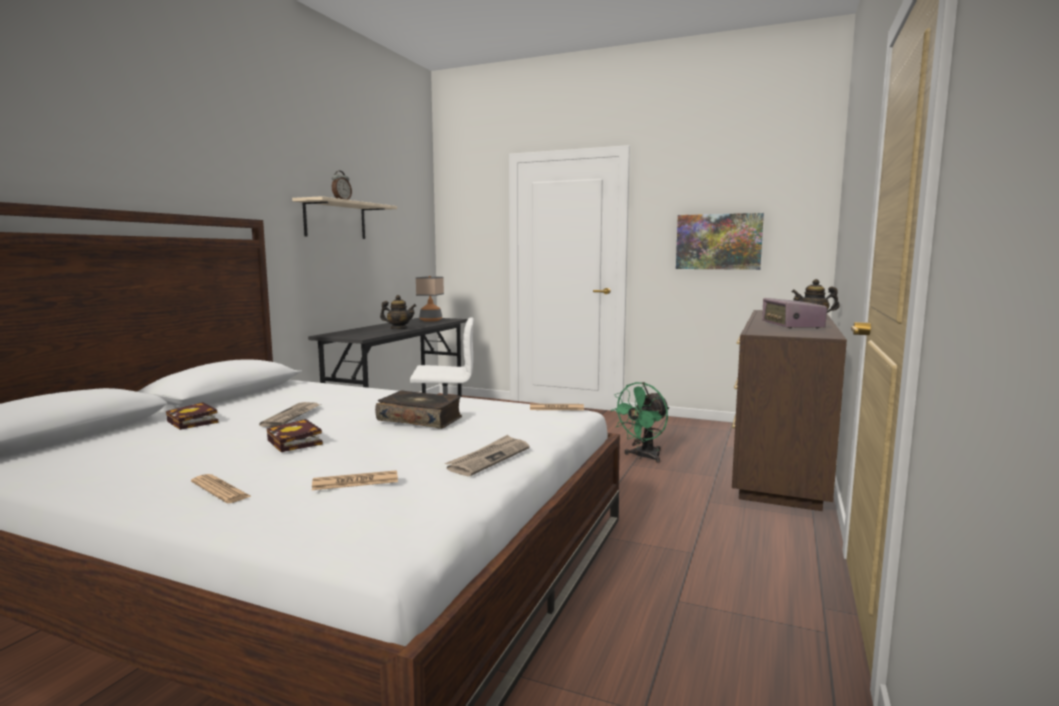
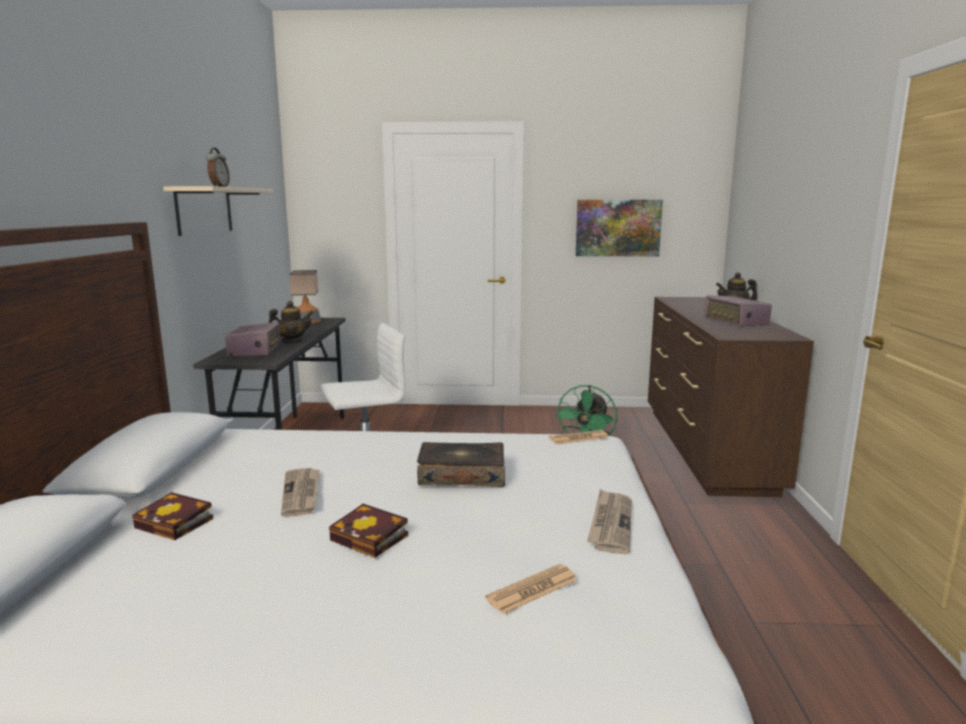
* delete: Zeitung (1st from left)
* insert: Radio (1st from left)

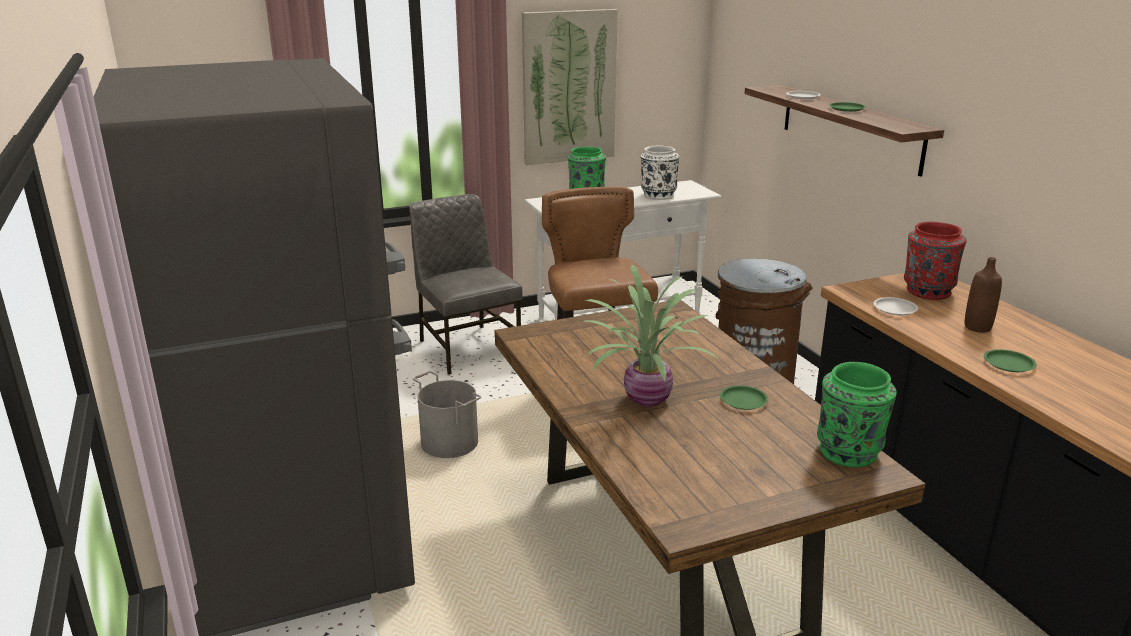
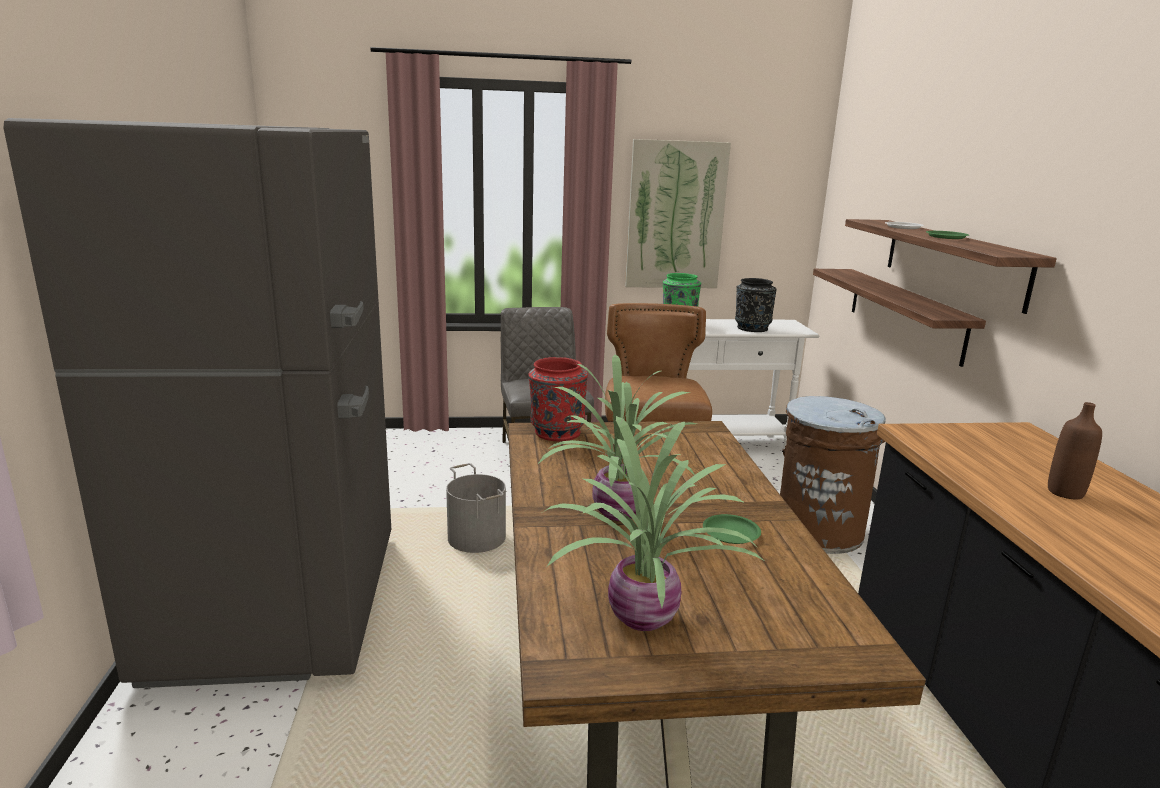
* delete: Vase (grün) (2nd from left)
* delete: Teller (weiß) (2nd from left)
* delete: Teller (grün) (3rd from left)
* insert: Topfpflanze (2nd from left)
* insert: Wandregal (1st from left)
* move: Vase (rot)
* recolor: Vase (weiß) to Vase (schwarz)

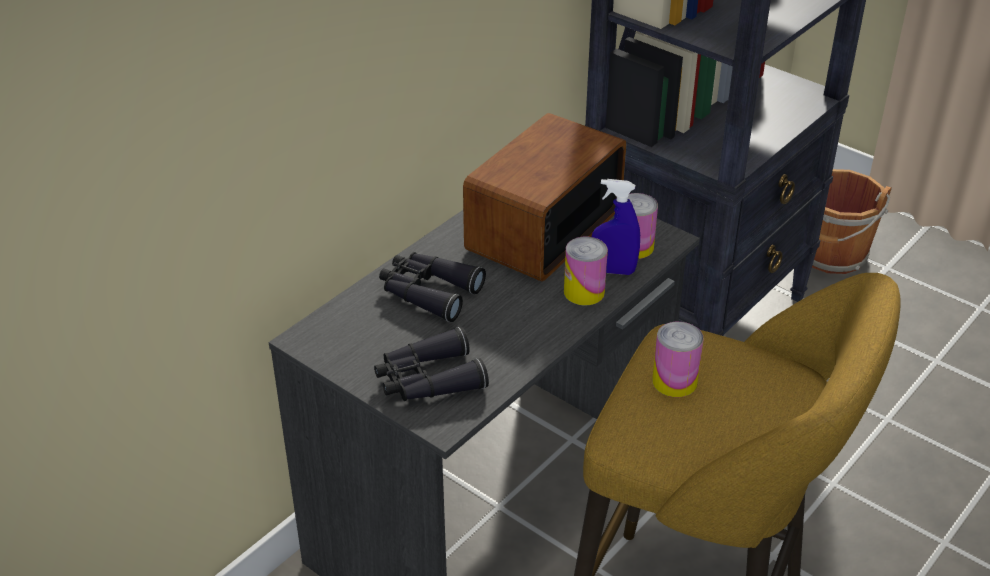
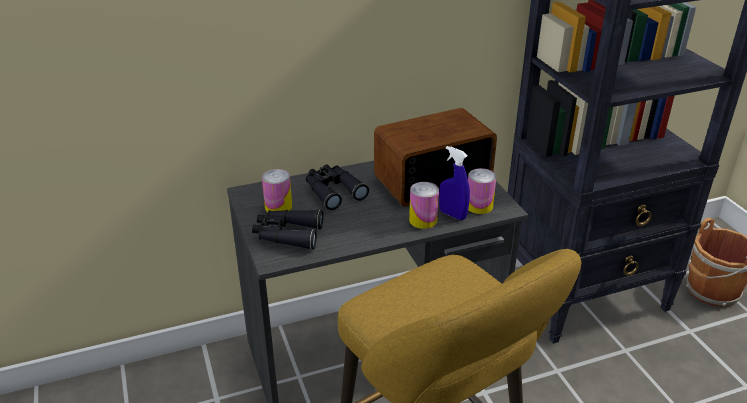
* move: Dose (3rd from left in the first image) to Dose (1st from left)

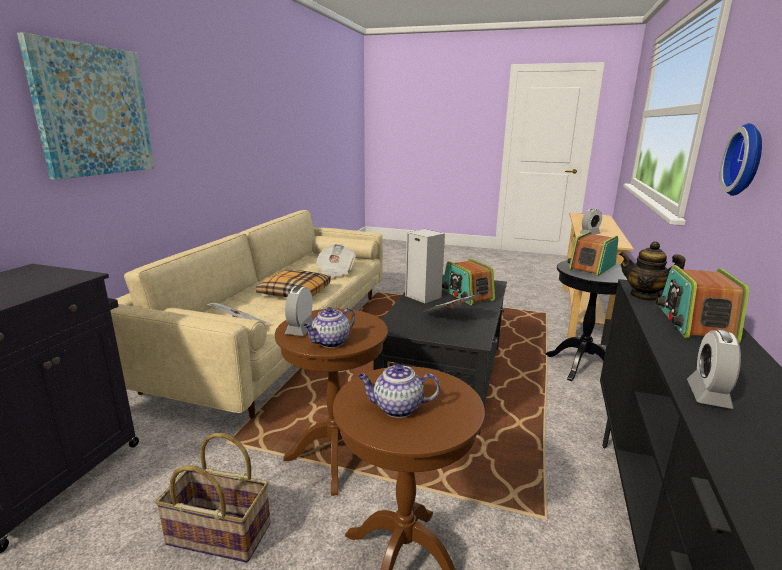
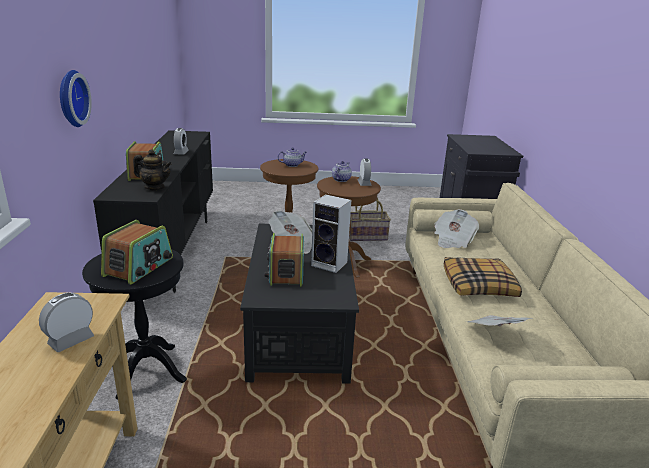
* delete: Bild
* rotate: Radio (1st from left in the first image) 135 degrees counterclockwise

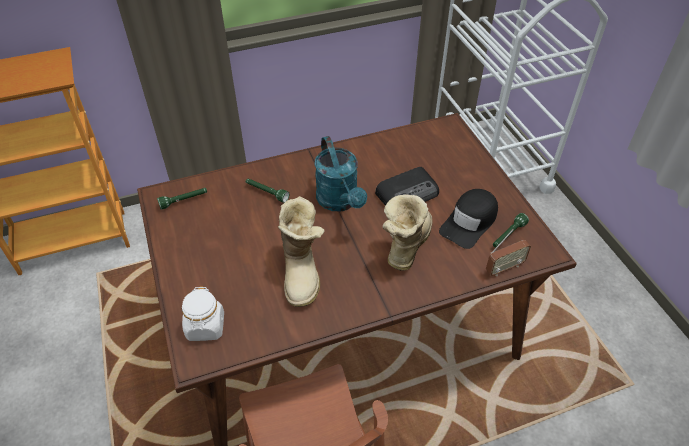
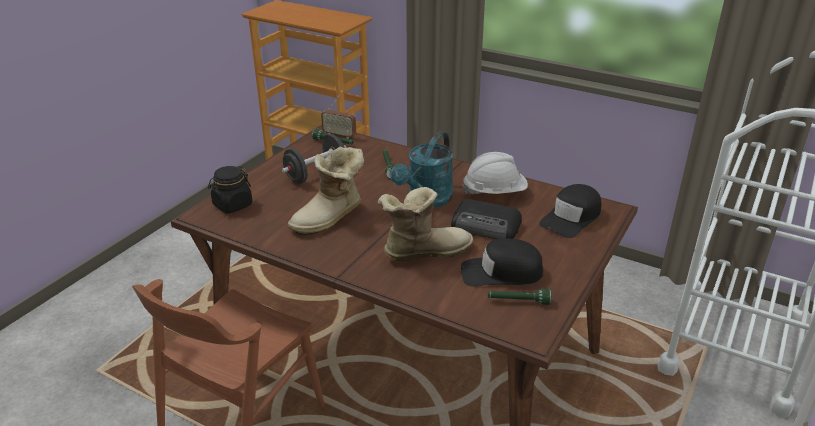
* insert: Hantel (schwarz)
* insert: Schutzhelm (weiß)
* insert: Kappe (schwarz) (2nd from left)
* move: Radio (2nd from left in the first image) to Radio (1st from left)
* recolor: Vorratsglas (weiß) to Vorratsglas (schwarz)

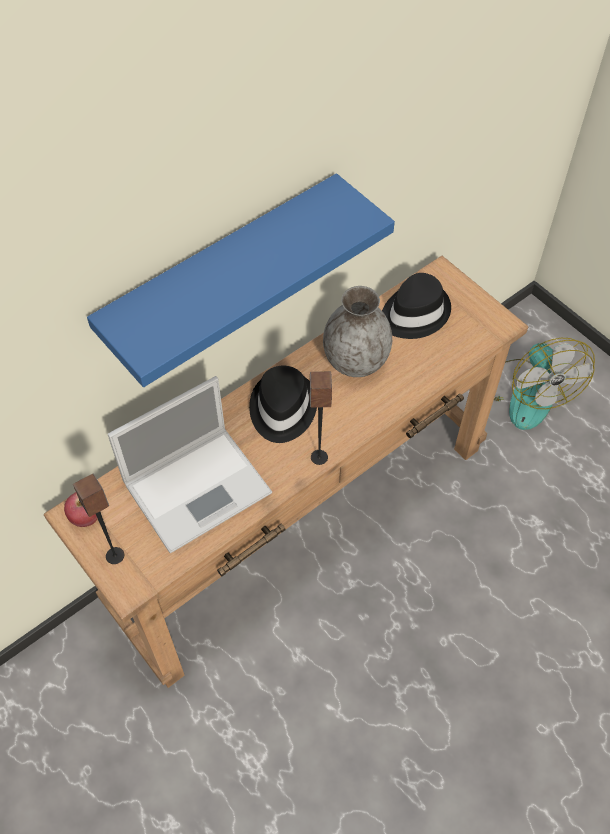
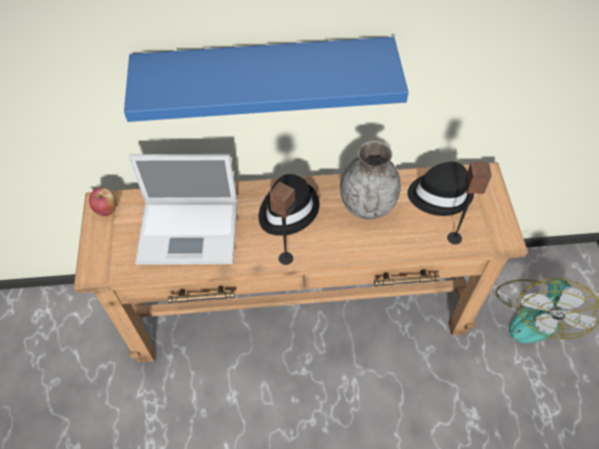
* move: Lautsprecher (1st from left in the first image) to Lautsprecher (2nd from left)

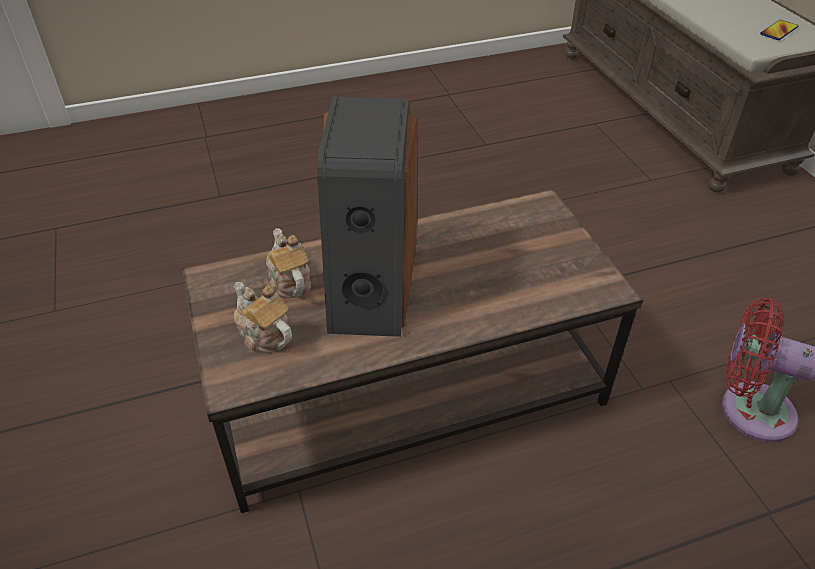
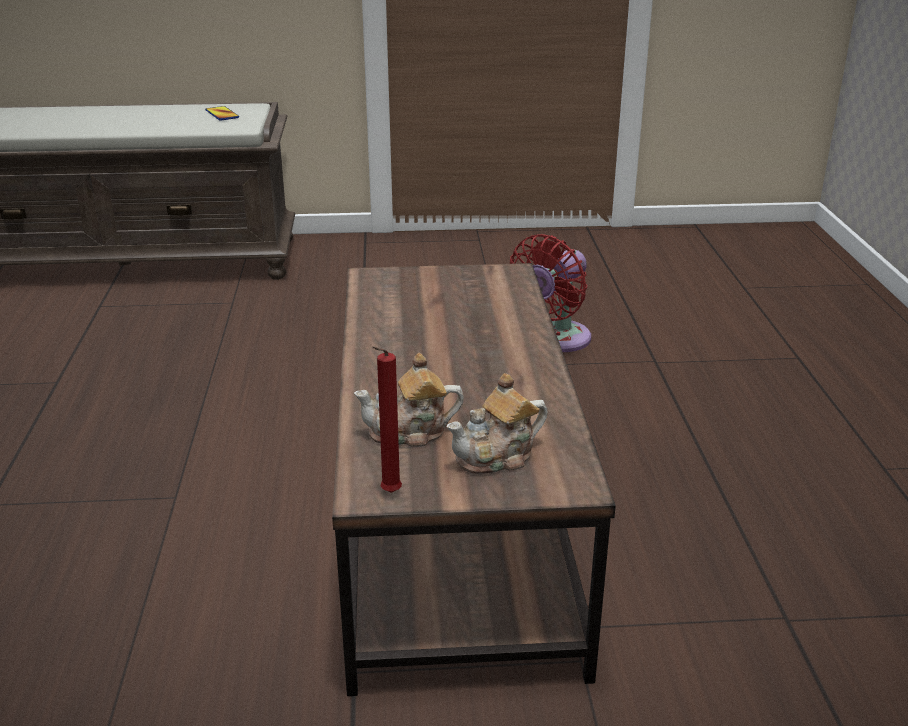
* delete: Lautsprecher
* insert: Kerze (rot)

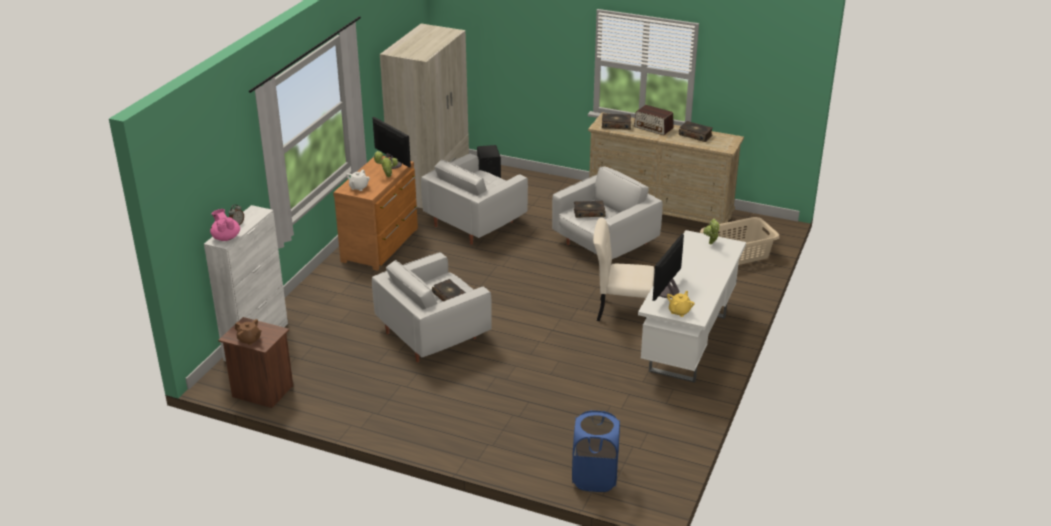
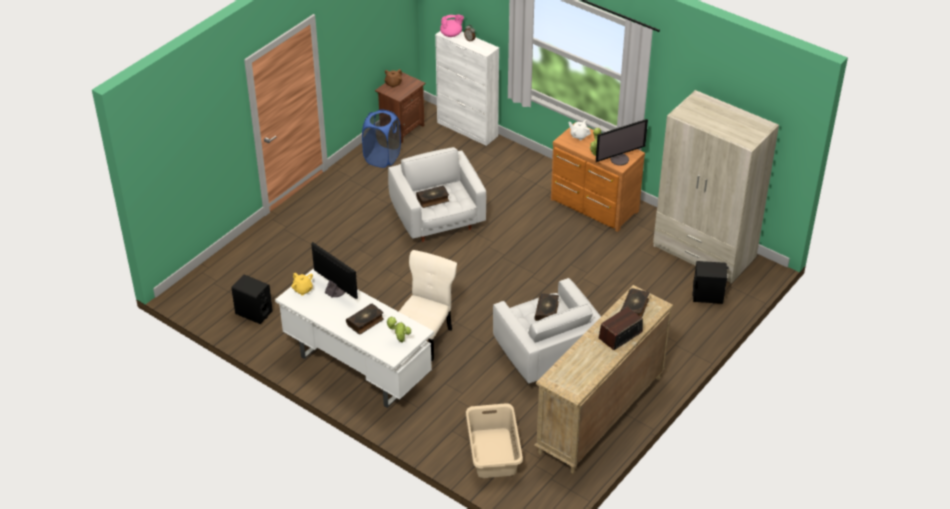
* delete: Sessel (weiß) (2nd from left)
* insert: Lautsprecher (schwarz) (1st from left)
* move: Wäschekorb (blau)
* move: Buch (4th from left in the first image) to Buch (1st from left)

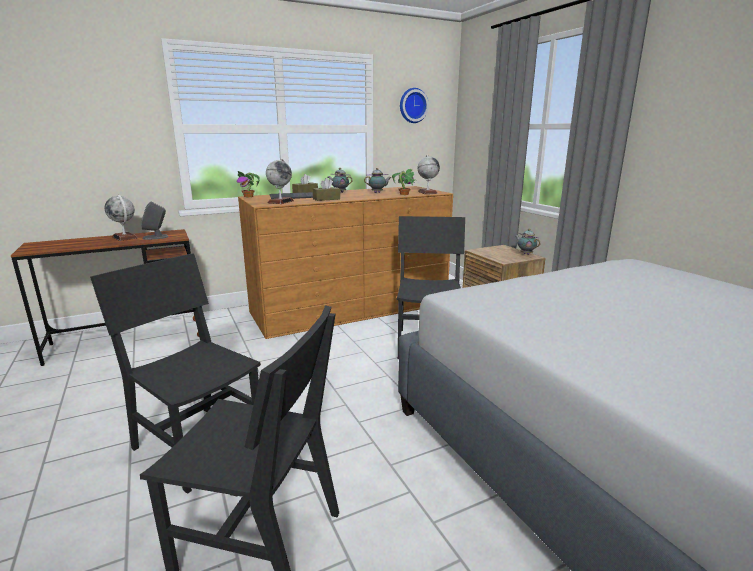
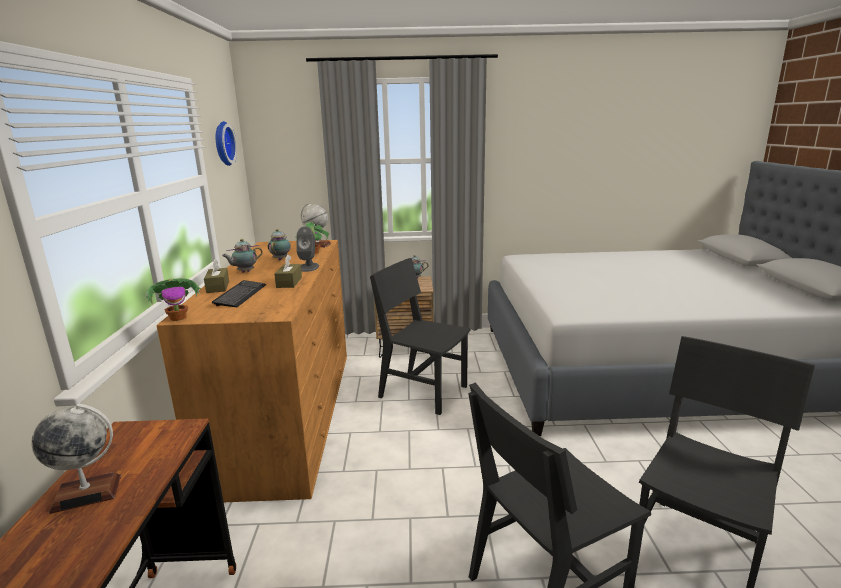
* delete: Globus (2nd from left)
* move: Lautsprecher (grau)

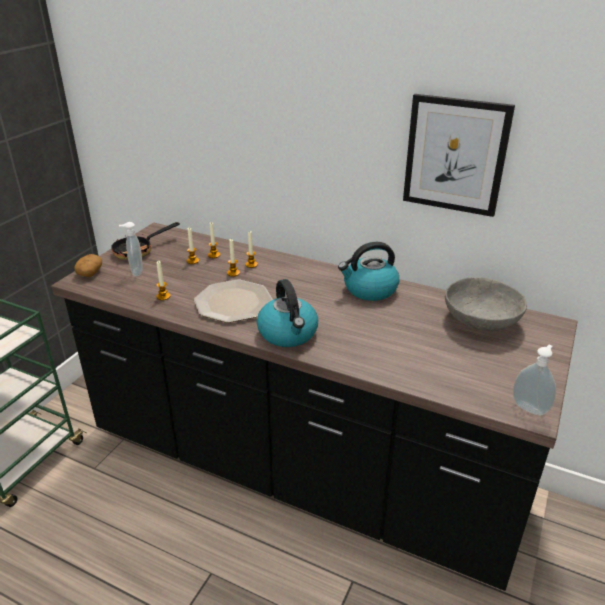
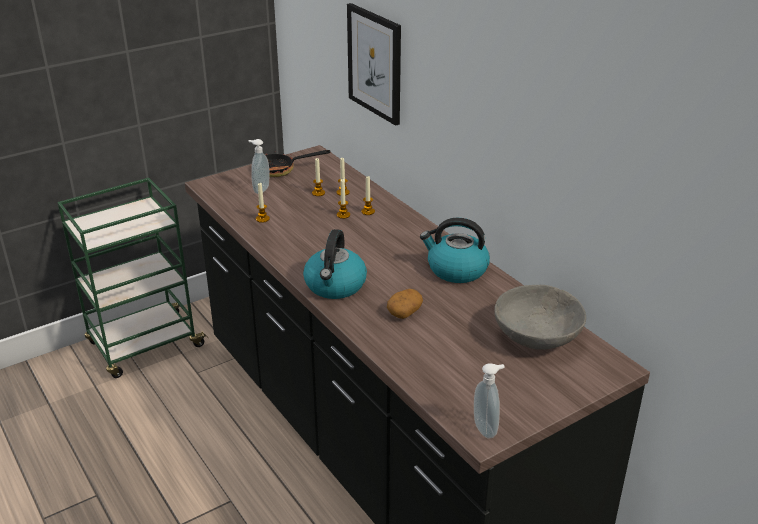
* delete: Teller
* move: Kartoffel
* move: Bild

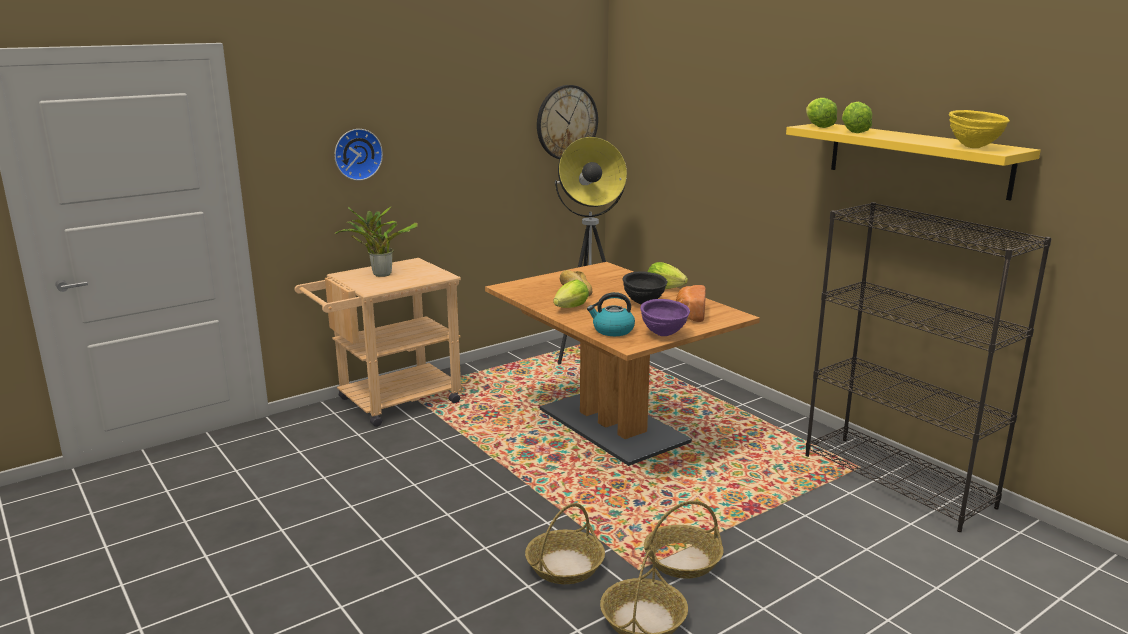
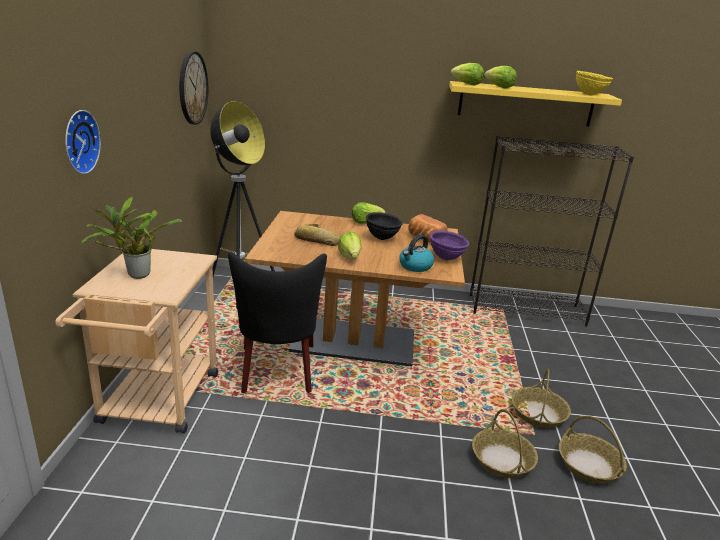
* insert: Stuhl (schwarz)

